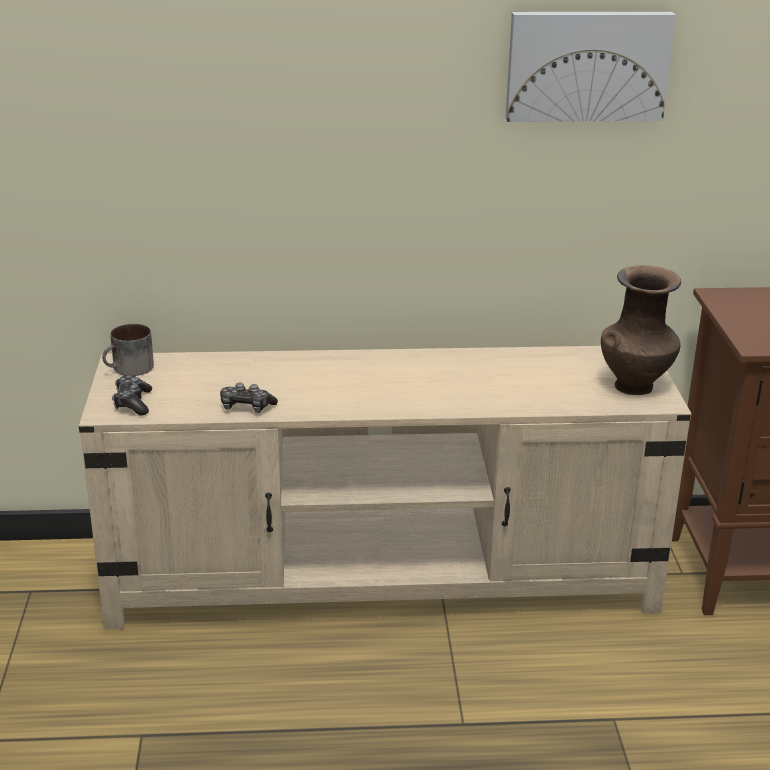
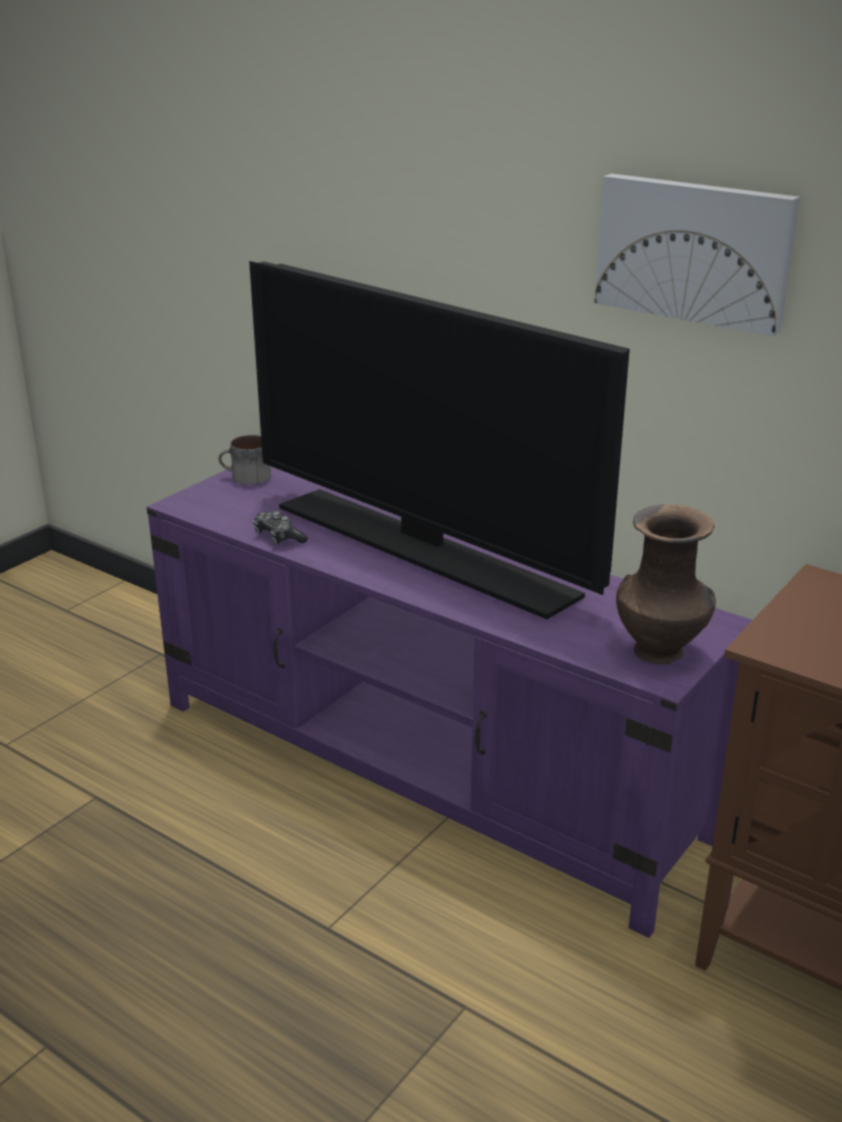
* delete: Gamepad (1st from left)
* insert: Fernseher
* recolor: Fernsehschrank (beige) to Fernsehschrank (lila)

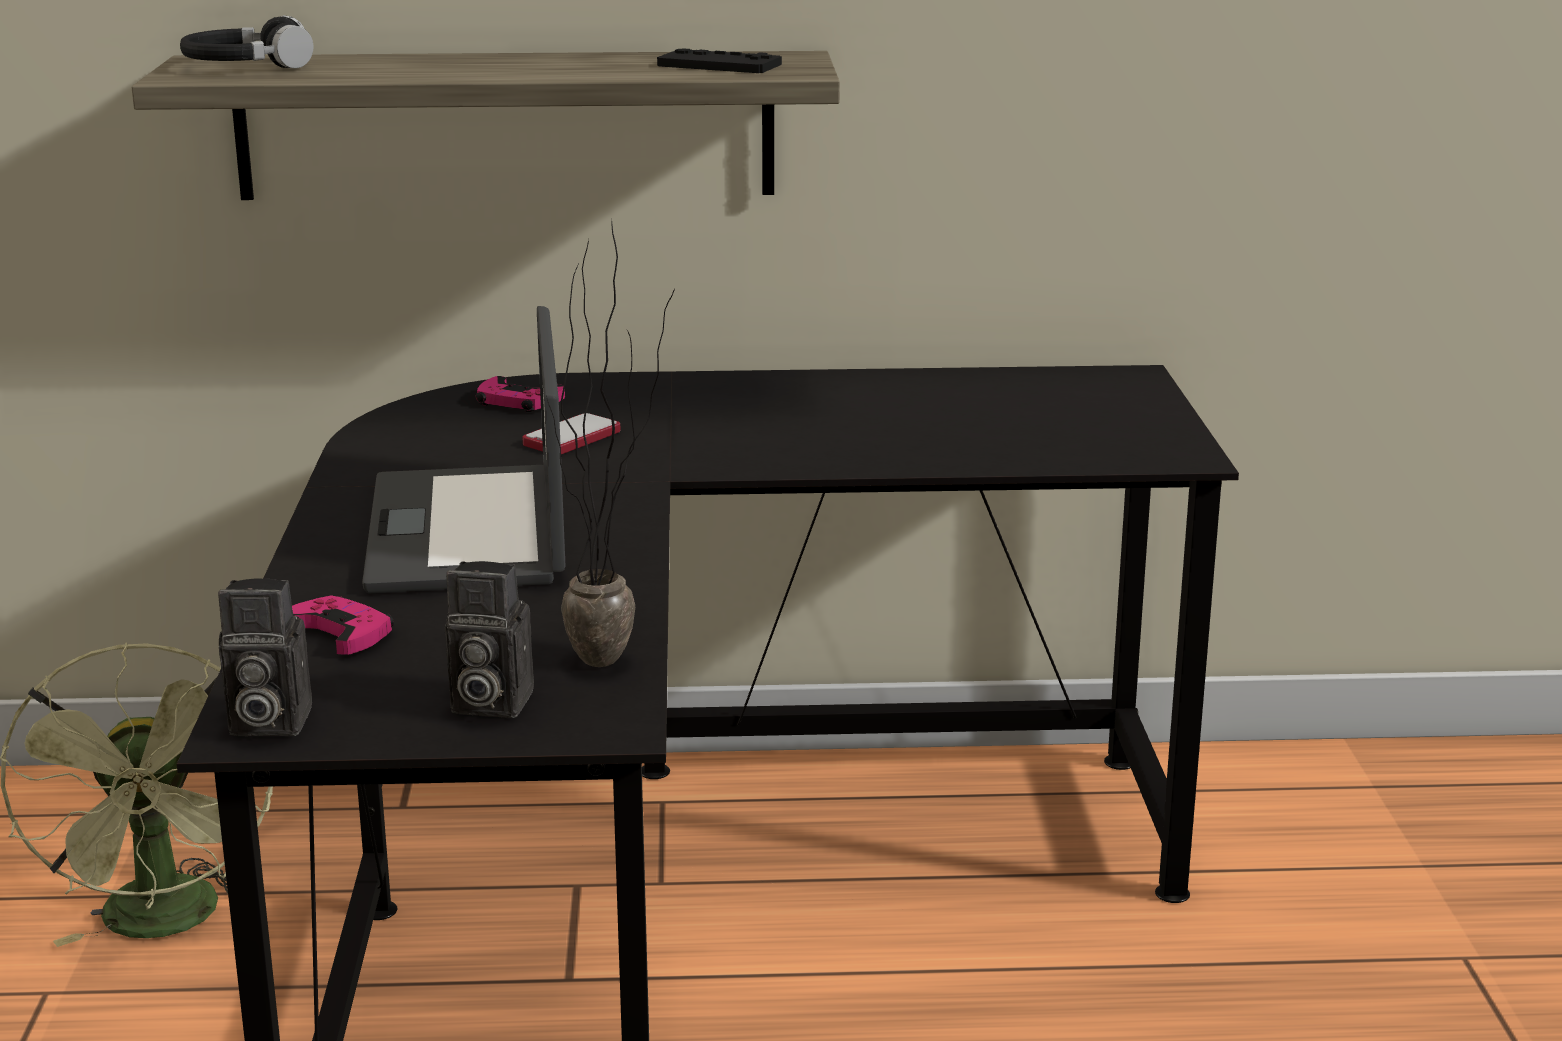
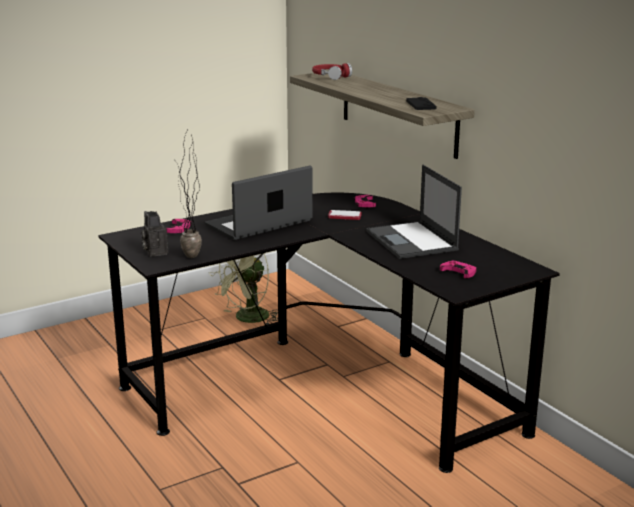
* delete: Kamera (1st from left)
* insert: Laptop (2nd from left)
* insert: Gamepad (rosa) (3rd from left)
* recolor: Kopfhörer (schwarz) to Kopfhörer (rot)

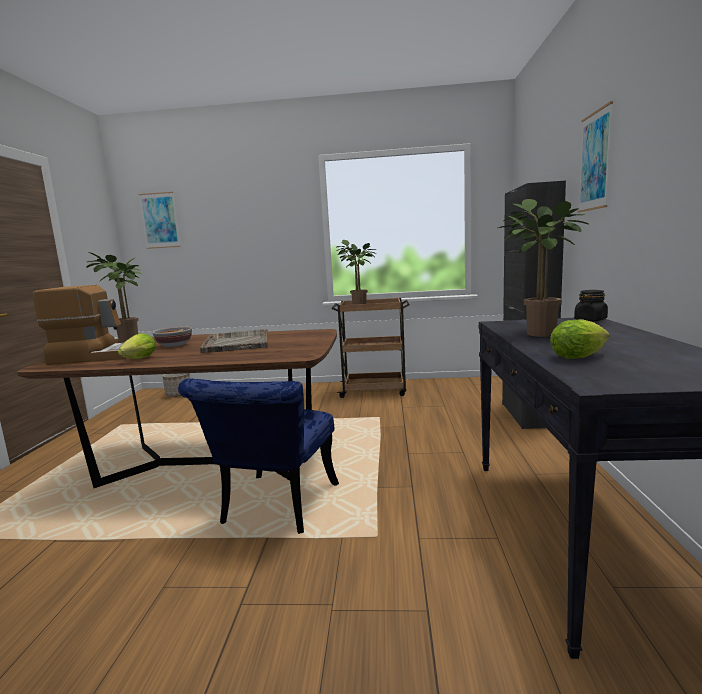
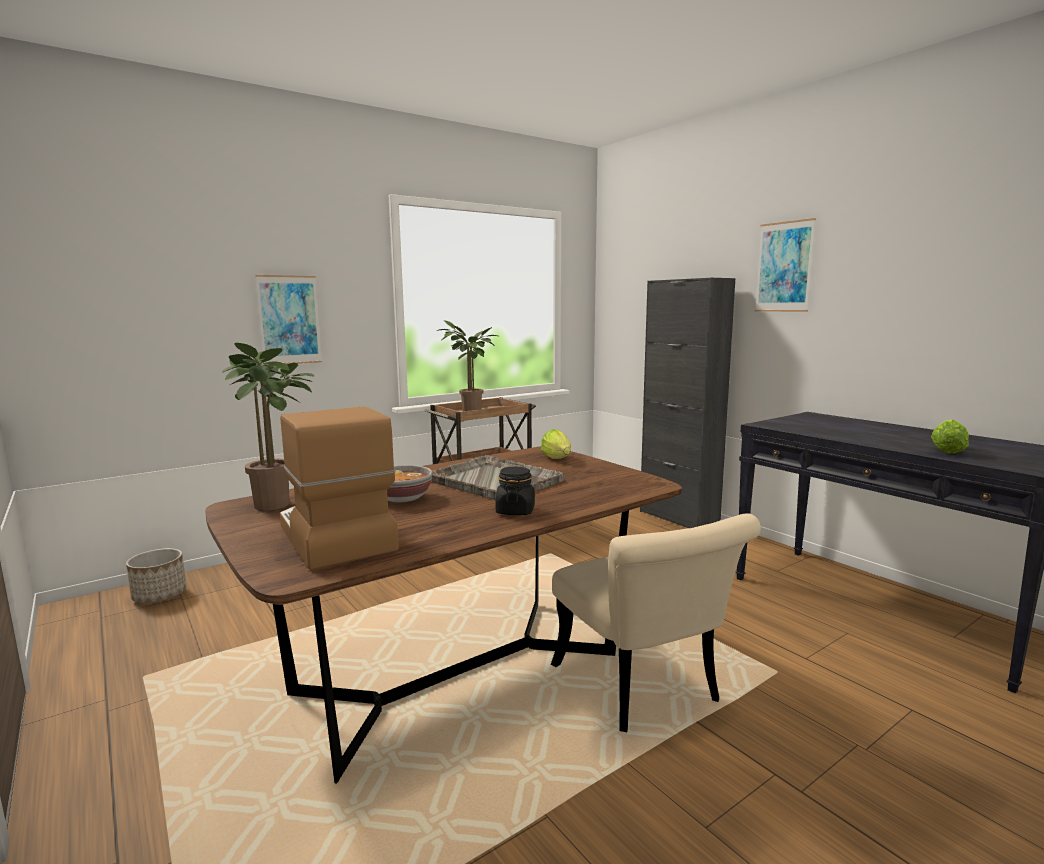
* delete: Topfpflanze (3rd from left)
* move: Salatkopf (1st from left)
* move: Bild (1st from left)
* move: Vorratsglas (schwarz)
* recolor: Stuhl (blau) to Stuhl (beige)
* rotate: Kaffeemaschine 75 degrees counterclockwise

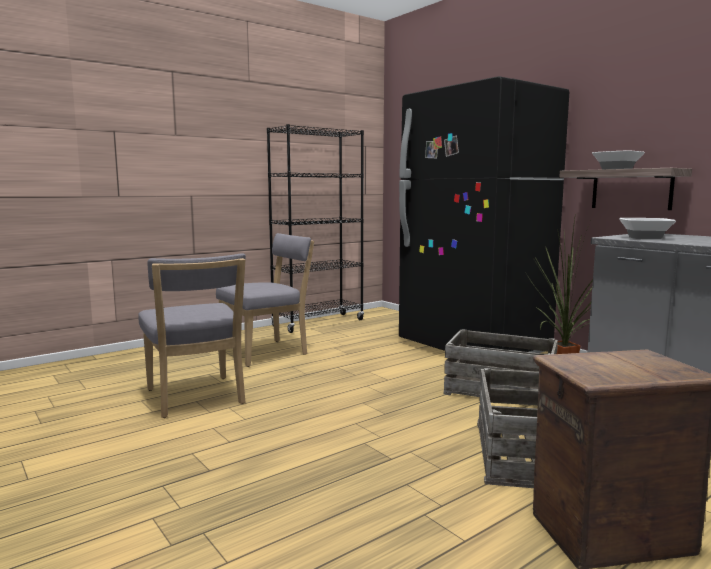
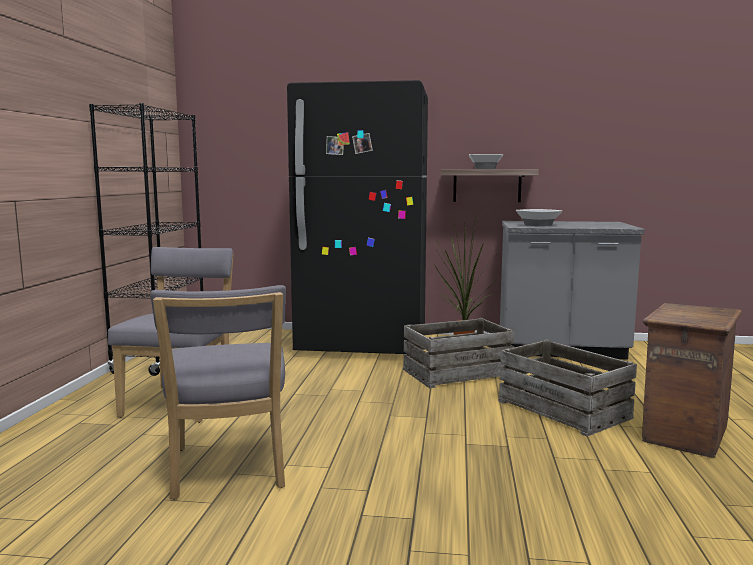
* rotate: Stuhl (grau) (1st from left in the first image) 60 degrees clockwise

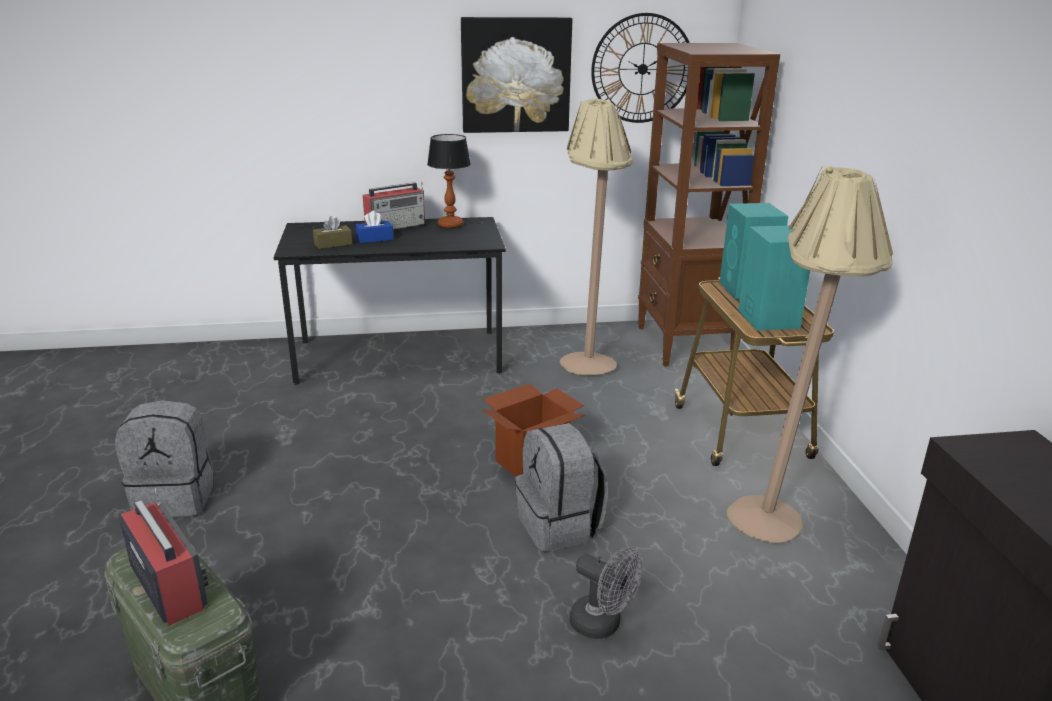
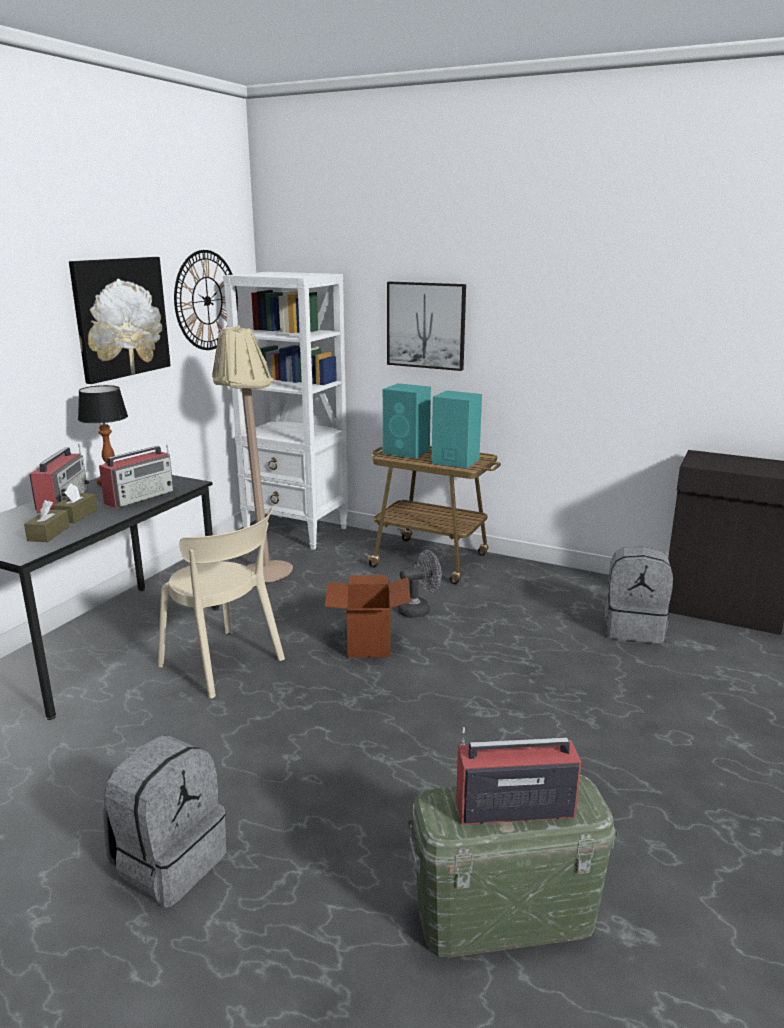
* delete: Stehlampe (beige) (2nd from left)
* insert: Radio (2nd from left)
* insert: Stuhl (beige)
* insert: Bild (2nd from left)
* move: Rucksack (grau) (2nd from left)
* move: Ventilator (grau)
* recolor: Taschentuchbox (blau) to Taschentuchbox (braun) (2nd from left)
* recolor: Bücherregal (braun) to Bücherregal (weiß)

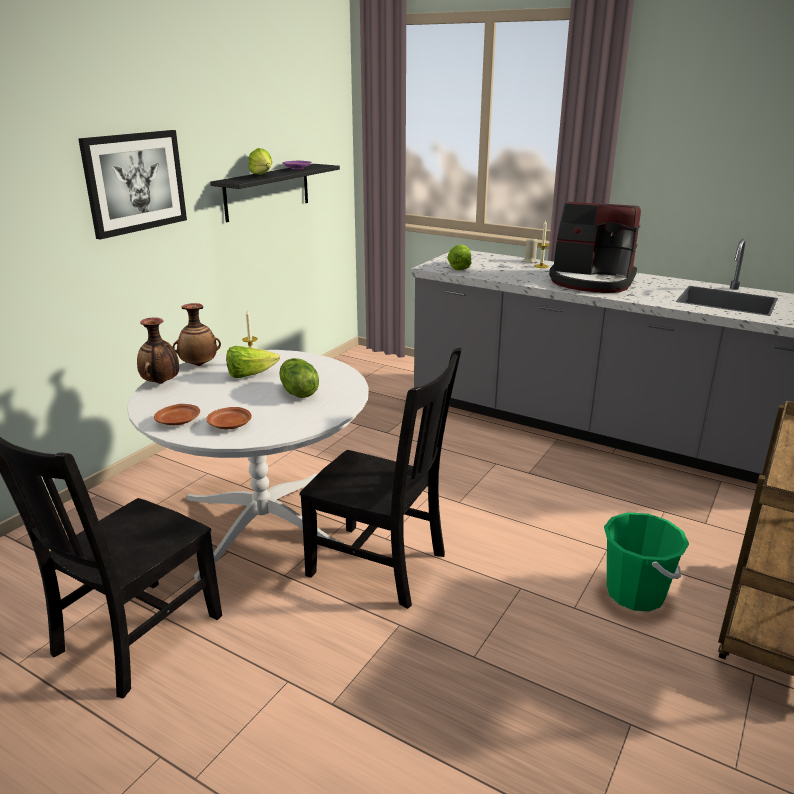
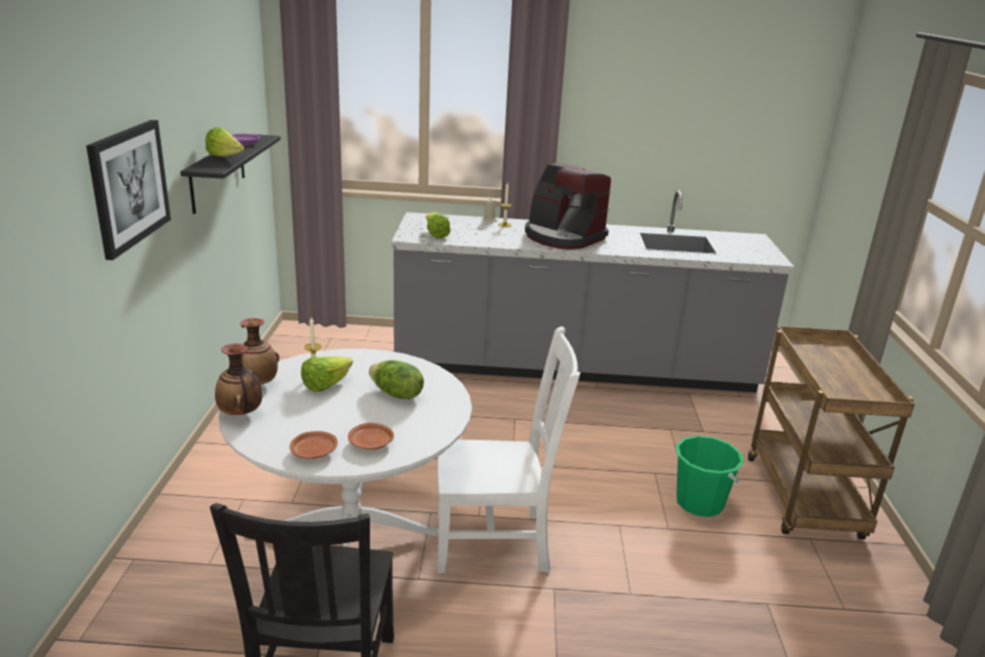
* recolor: Stuhl (schwarz) (2nd from left) to Stuhl (weiß)
* rotate: Kaffeemaschine 45 degrees clockwise

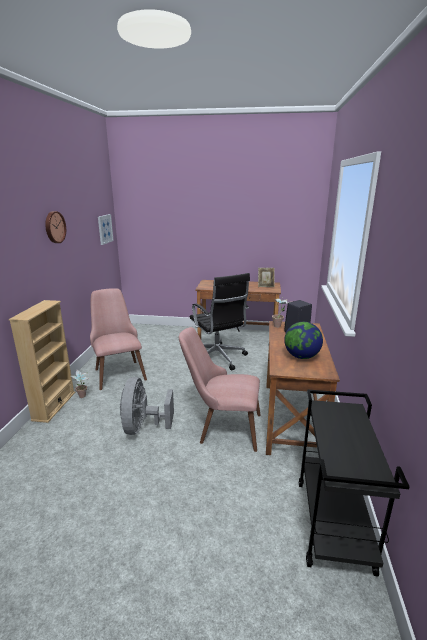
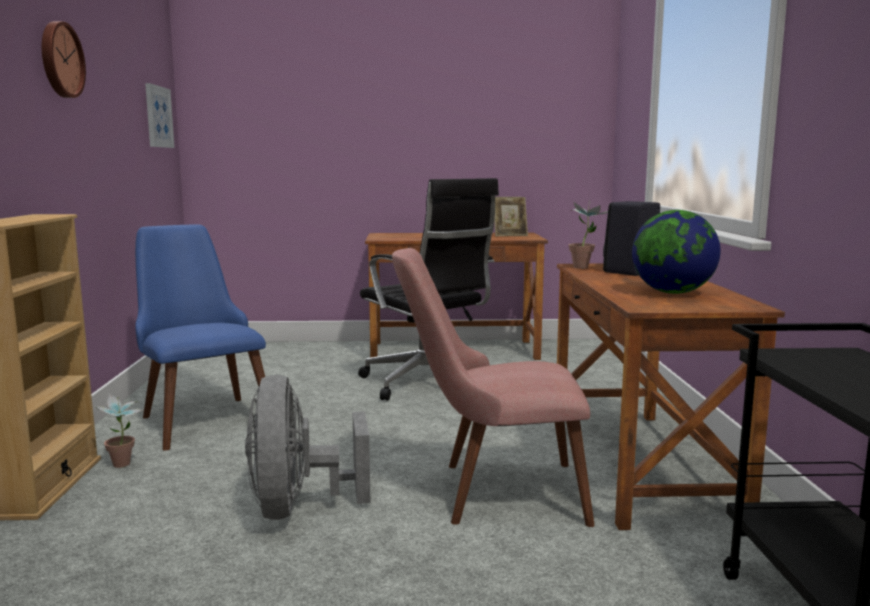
* recolor: Stuhl (rosa) (1st from left) to Stuhl (blau)

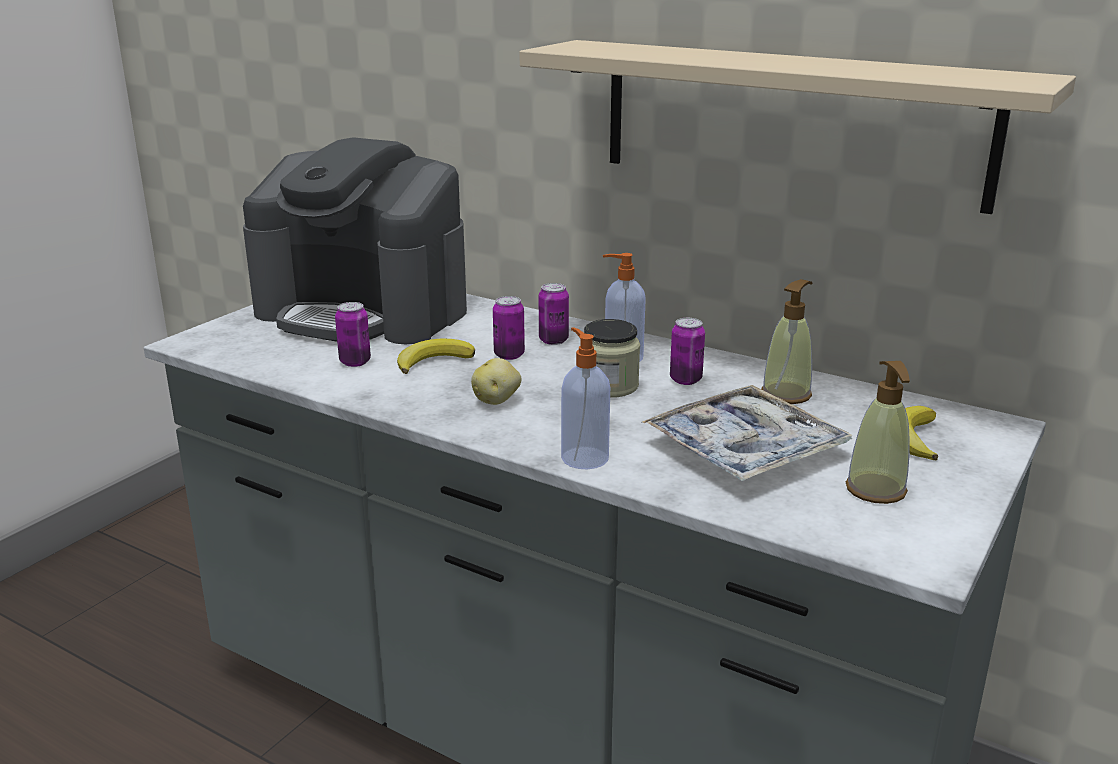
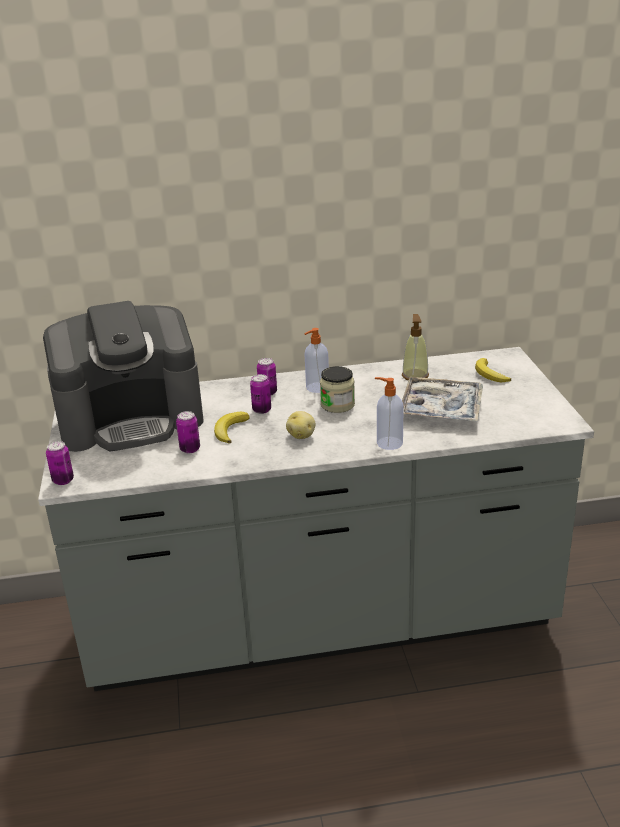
* delete: Wandregal (beige)
* delete: Seifenspender (4th from left)
* move: Dose (4th from left in the first image) to Dose (1st from left)

